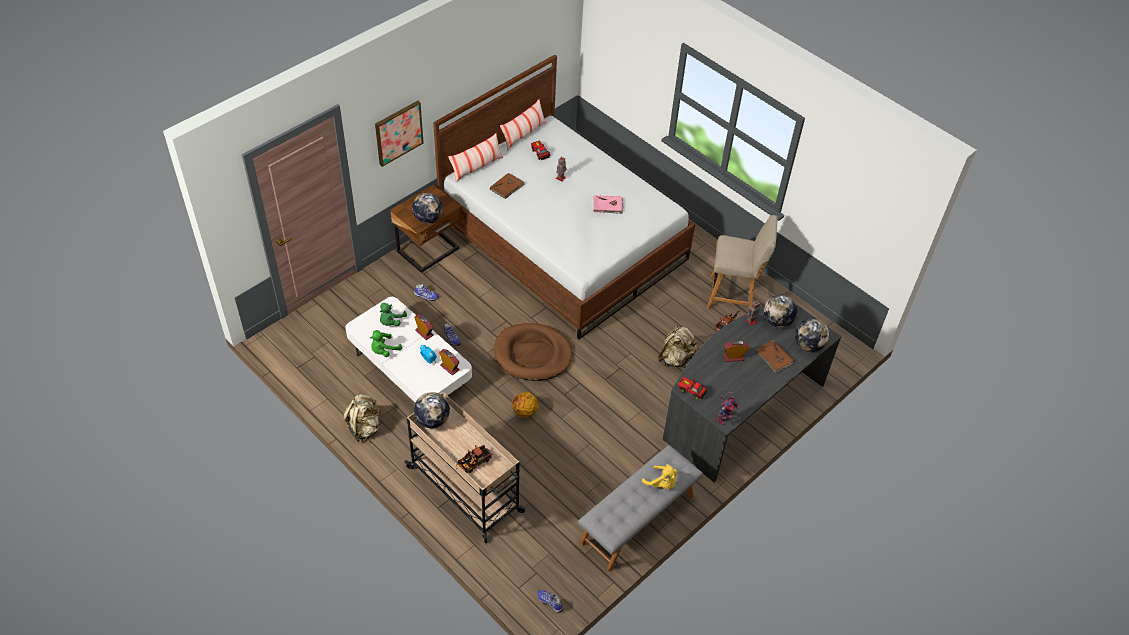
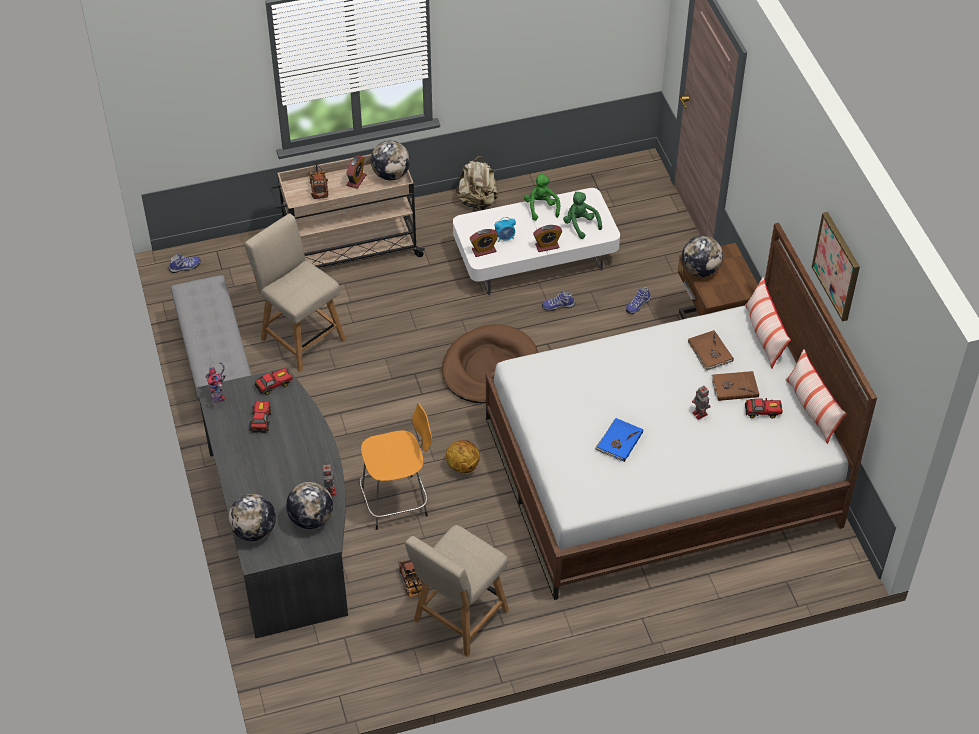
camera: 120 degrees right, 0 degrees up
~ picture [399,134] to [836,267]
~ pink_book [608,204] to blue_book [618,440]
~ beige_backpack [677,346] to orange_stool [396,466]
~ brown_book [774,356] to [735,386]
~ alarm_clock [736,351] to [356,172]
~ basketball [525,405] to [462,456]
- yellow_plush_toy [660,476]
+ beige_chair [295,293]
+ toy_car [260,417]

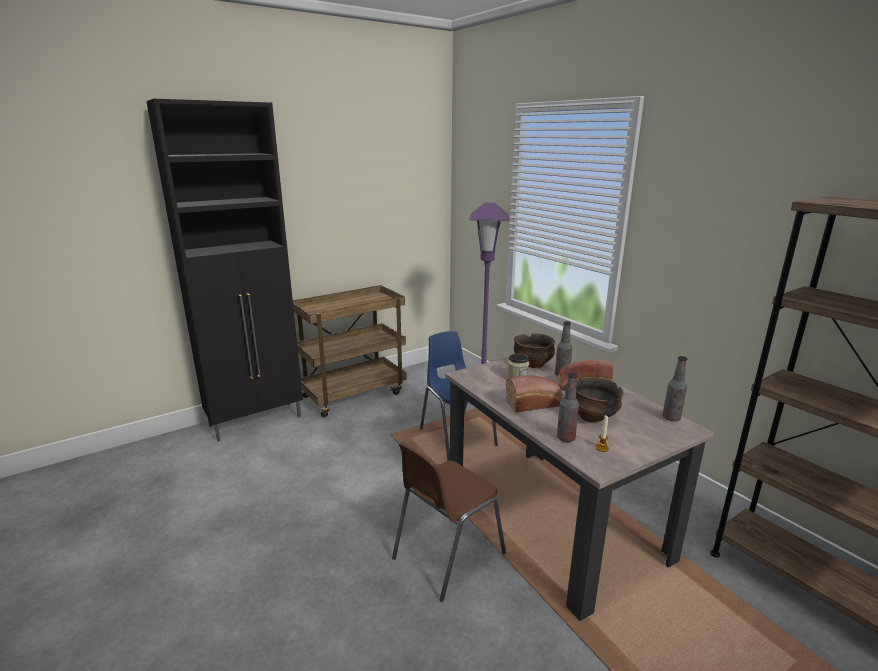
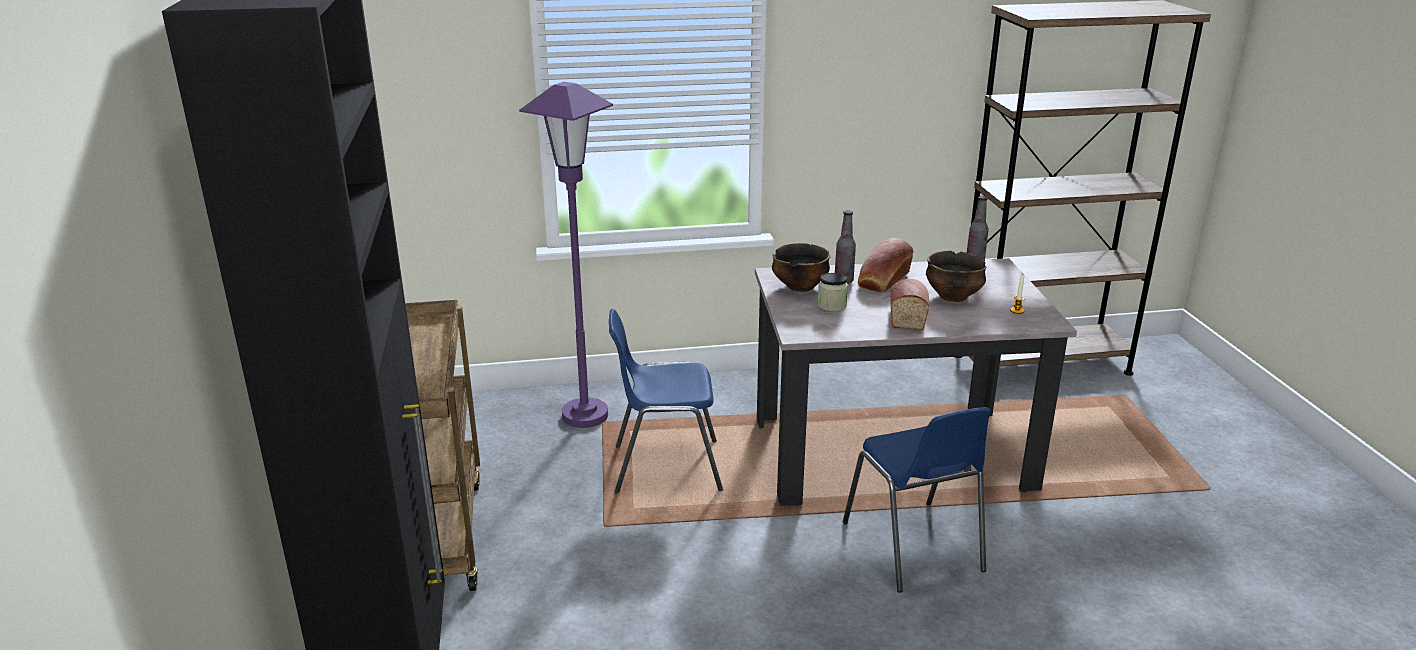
camera: 65 degrees left, 5 degrees up
- bottle [568,407]
~ brown_chair [449,522] to blue_chair [917,500]

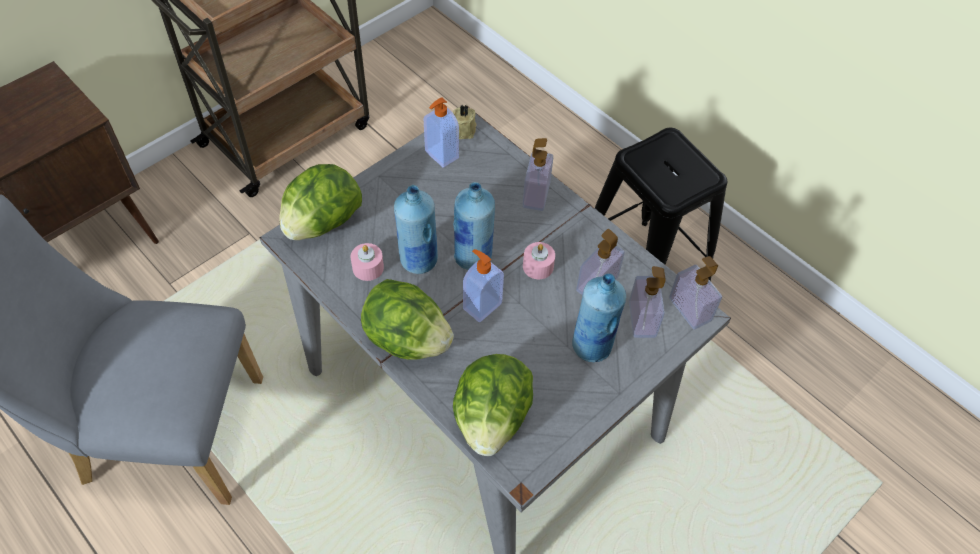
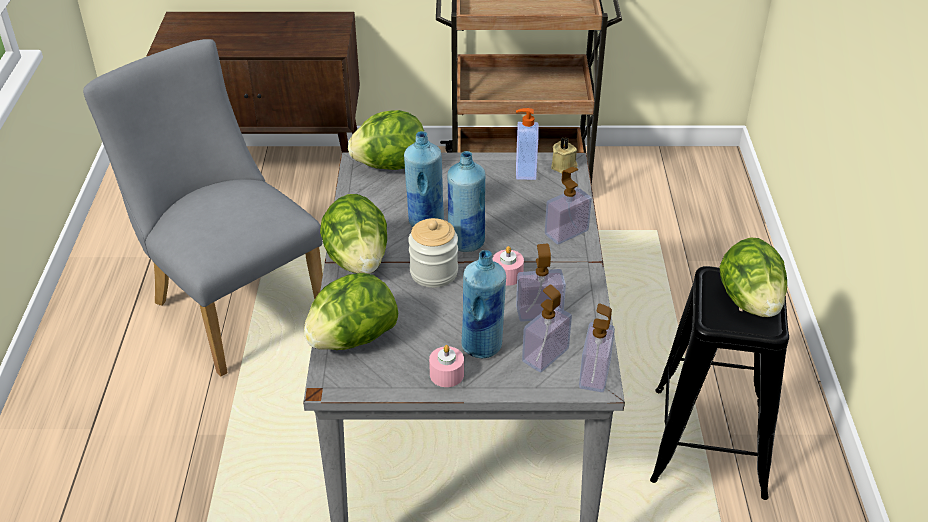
camera: 45 degrees right, 15 degrees down
~ pink_candle [367,262] to [446,366]
~ soap_dispenser [483,285] to jar [433,253]
+ lettuce [753,277]

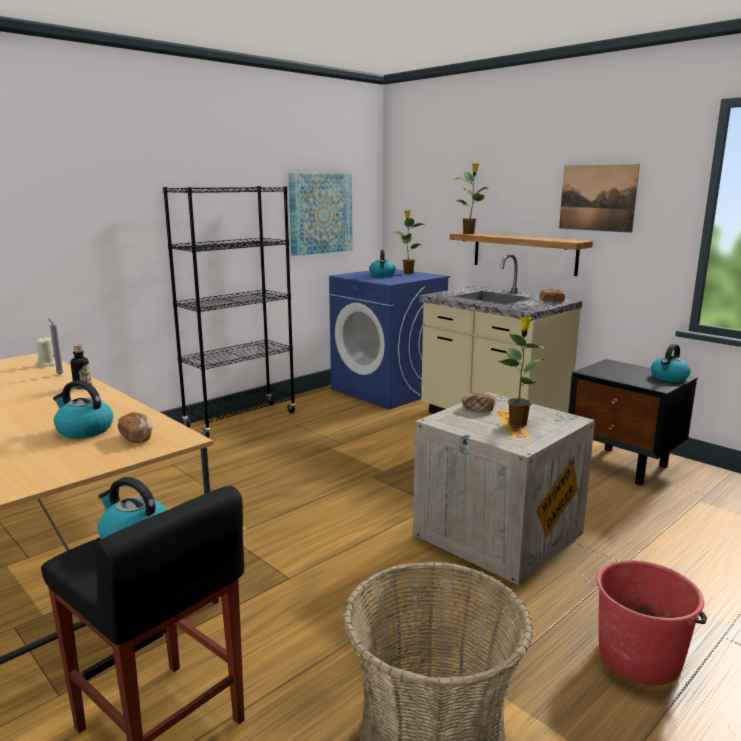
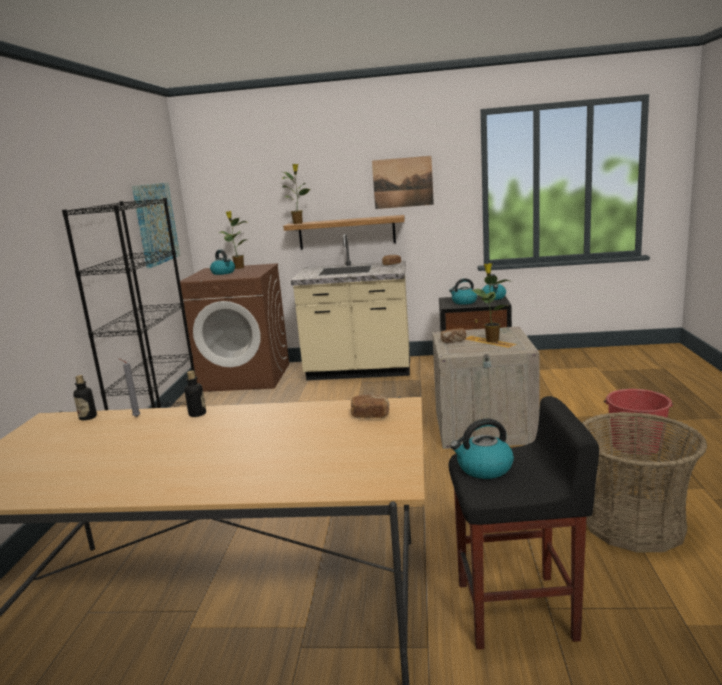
camera: 40 degrees left, 0 degrees up
~ blue_washing_machine [389,339] to brown_washing_machine [234,327]
~ beige_candle [45,352] to bottle [85,397]
~ kettle [83,409] to [463,291]

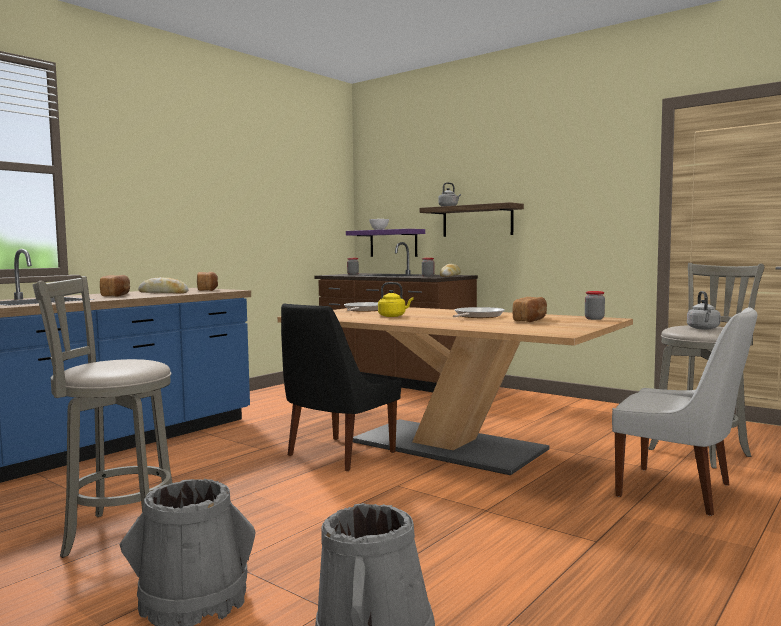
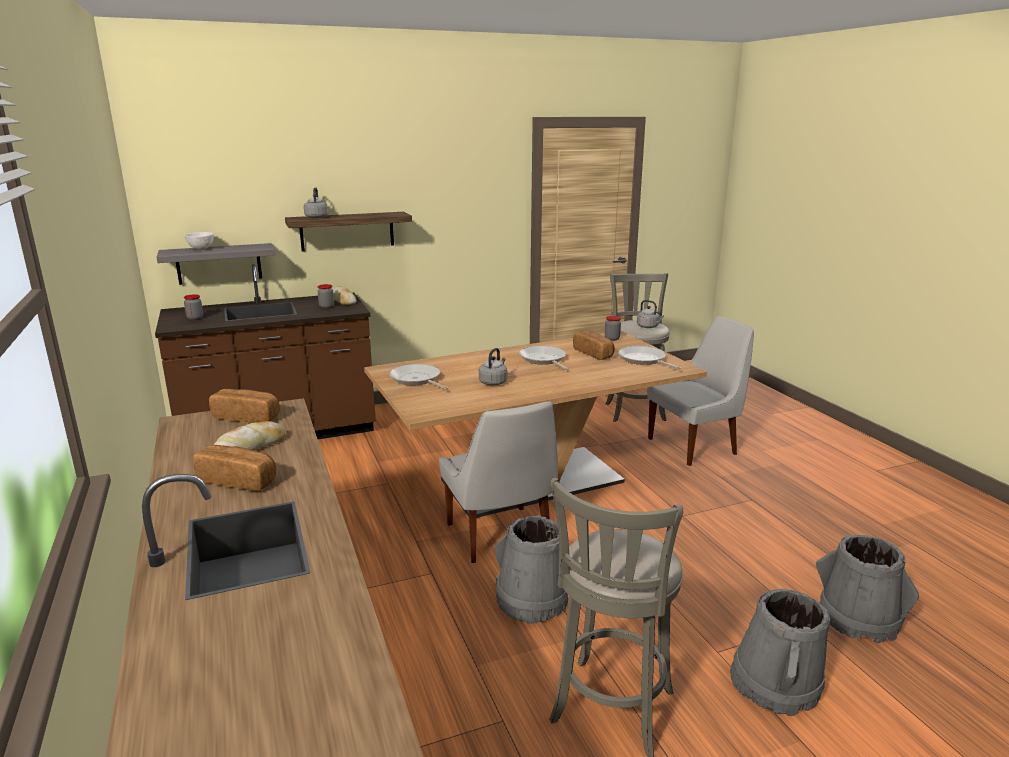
camera: 60 degrees left, 15 degrees up
~ purple_shelf [385,243] to grey_shelf [215,264]
~ yellow_kettle [396,299] to grey_kettle [493,366]
~ black_chair [341,387] to white_chair [498,482]
+ frying_pan [649,358]
+ grey_bucket [531,570]

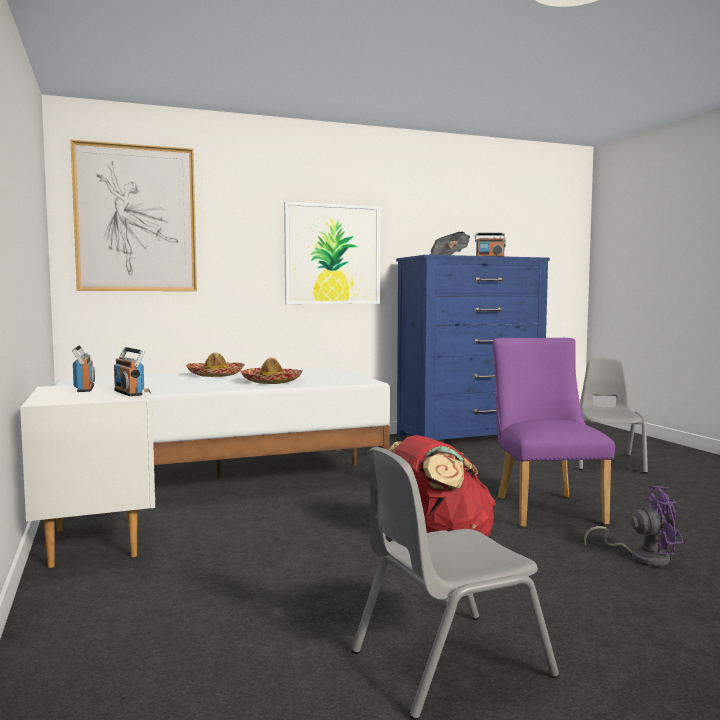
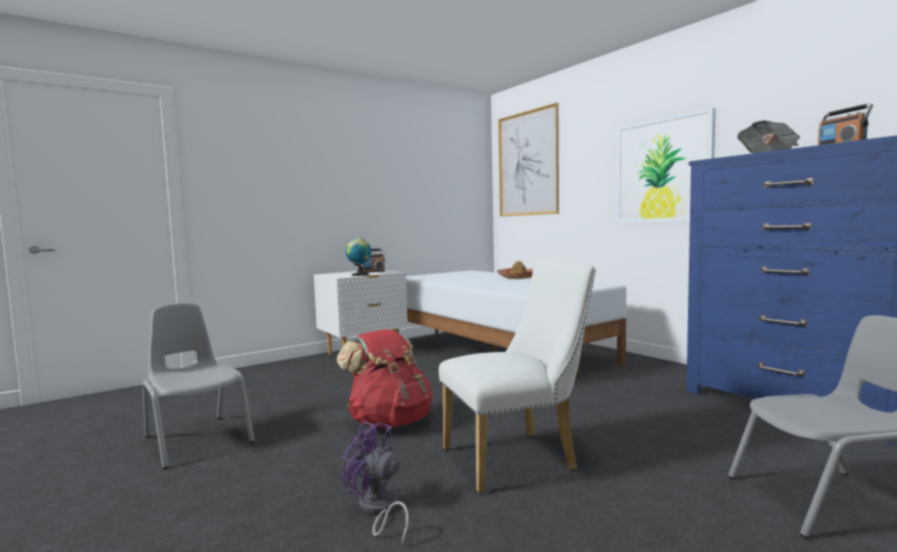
camera: 75 degrees right, 0 degrees up
~ purple_chair [554,432] to white_chair [517,376]
~ radio [129,371] to globe [359,257]
- hat [271,370]
~ purple_fan [633,526] = [375,482] 135 degrees clockwise

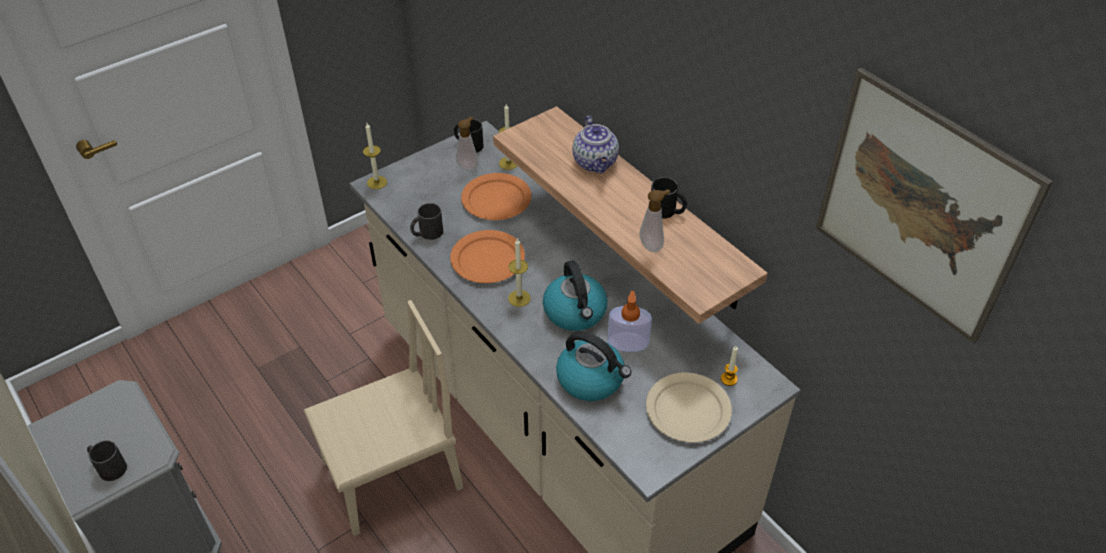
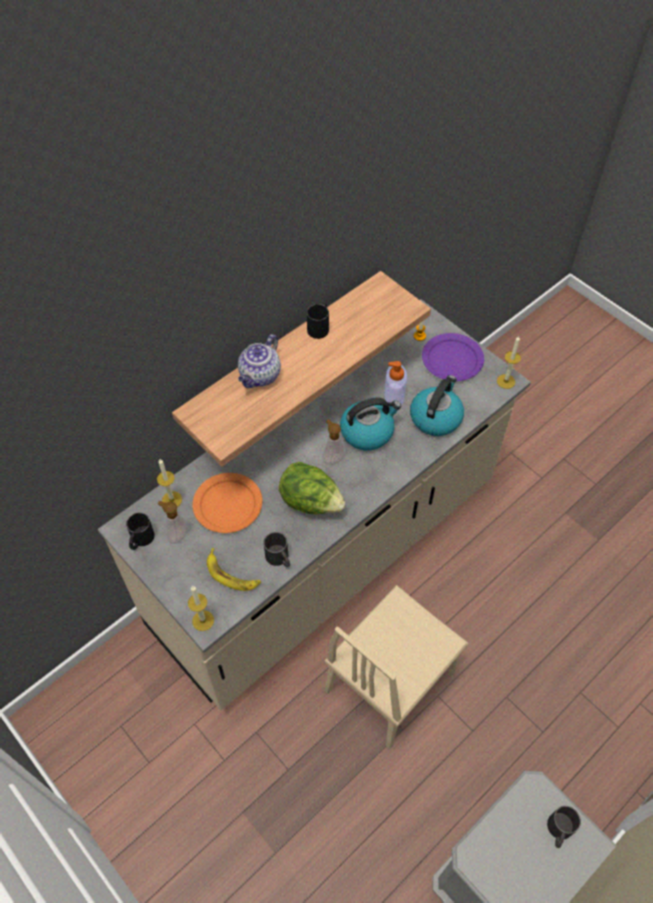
camera: 95 degrees left, 10 degrees up
- picture [934,205]
~ teapot [595,144] = [259,361] 135 degrees clockwise
~ soap_dispenser [654,220] to [334,442]
~ orange_plate [487,256] to lettuce [312,488]
~ candle [519,273] to [509,362]
~ beige_chair [383,418] = [397,667] 105 degrees counterclockwise
~ beige_plate [689,407] to purple_plate [453,357]
+ banana [234,569]

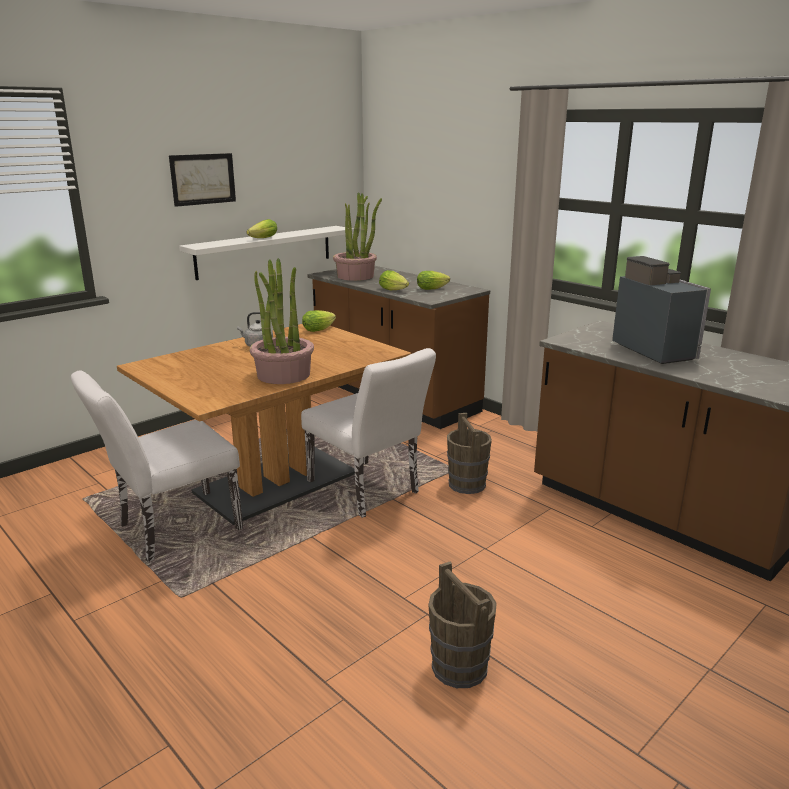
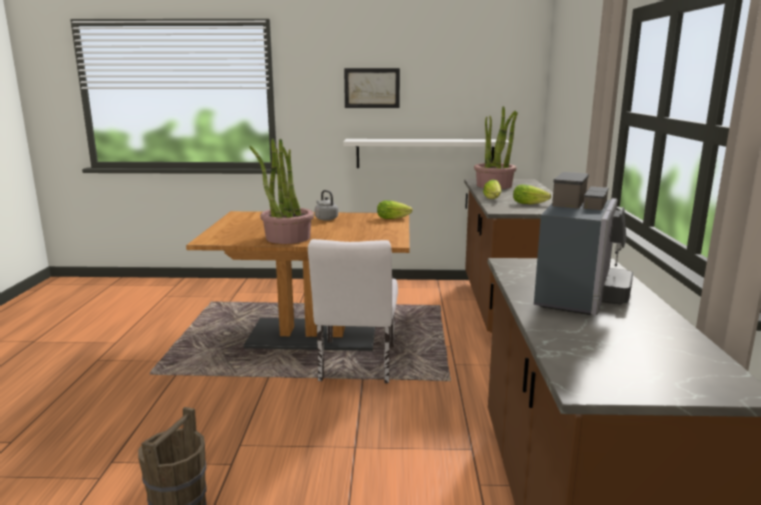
camera: 45 degrees right, 5 degrees down
- lettuce [261,228]
- white_chair [157,466]
- brown_bucket [469,453]

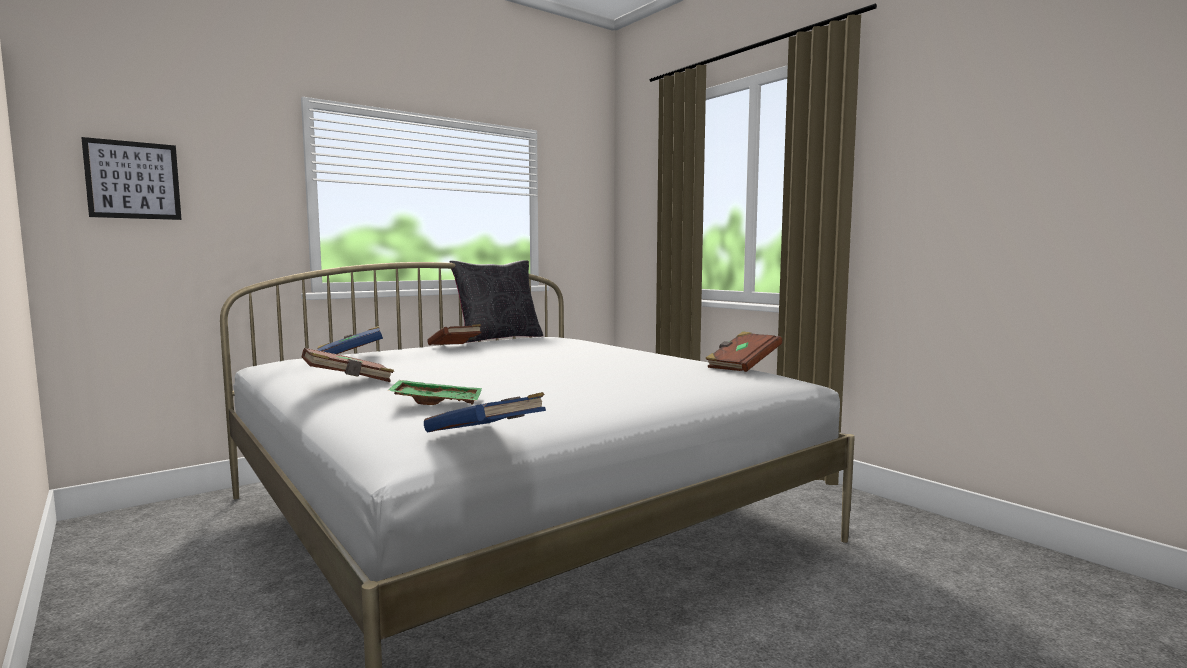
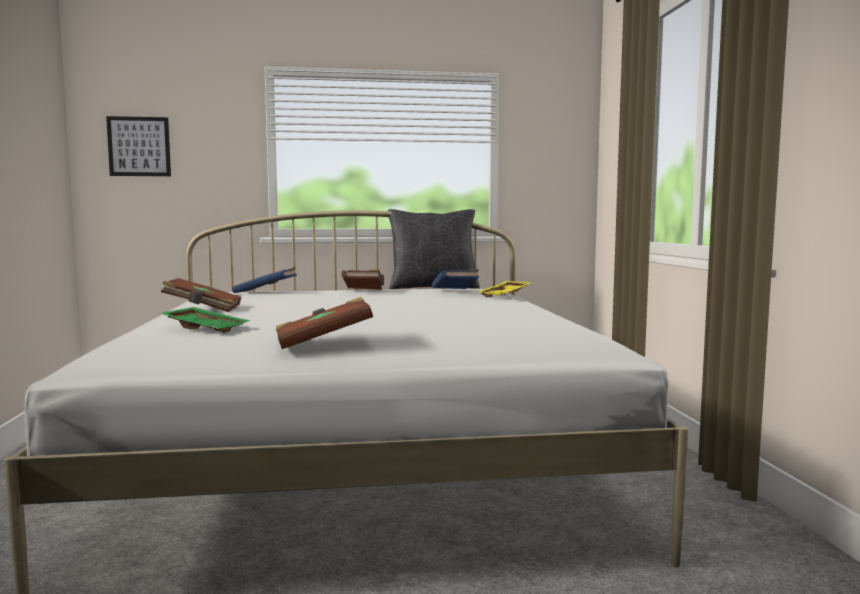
camera: 30 degrees right, 0 degrees up
~ brown_book [744,351] to [324,323]
~ blue_book [485,412] to [455,279]
+ yellow_tray [505,289]

